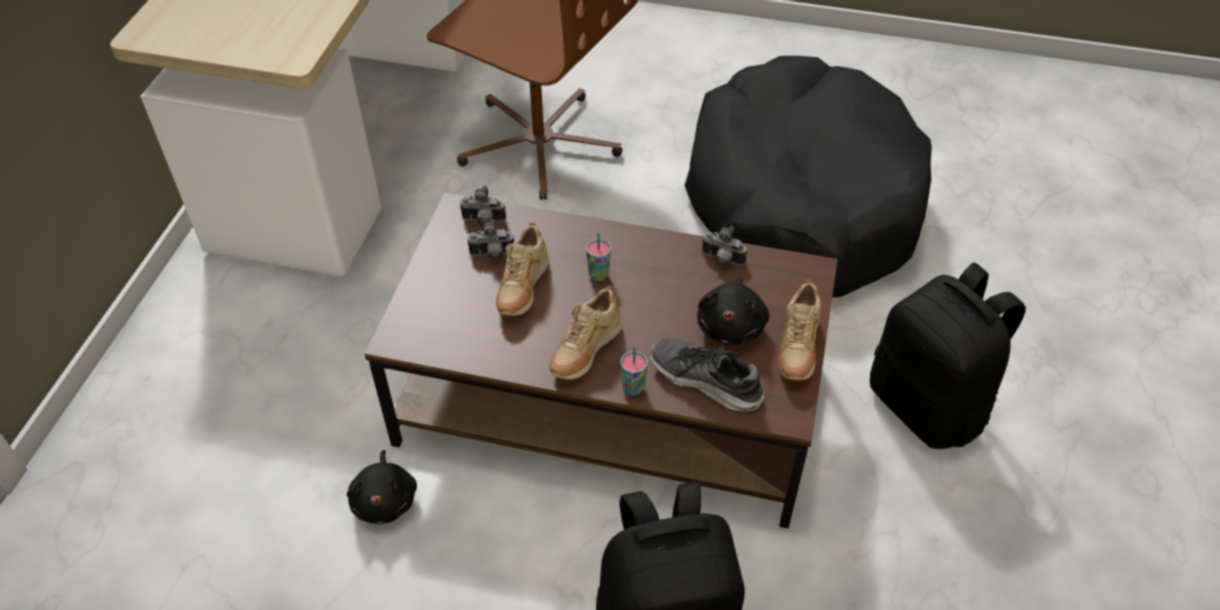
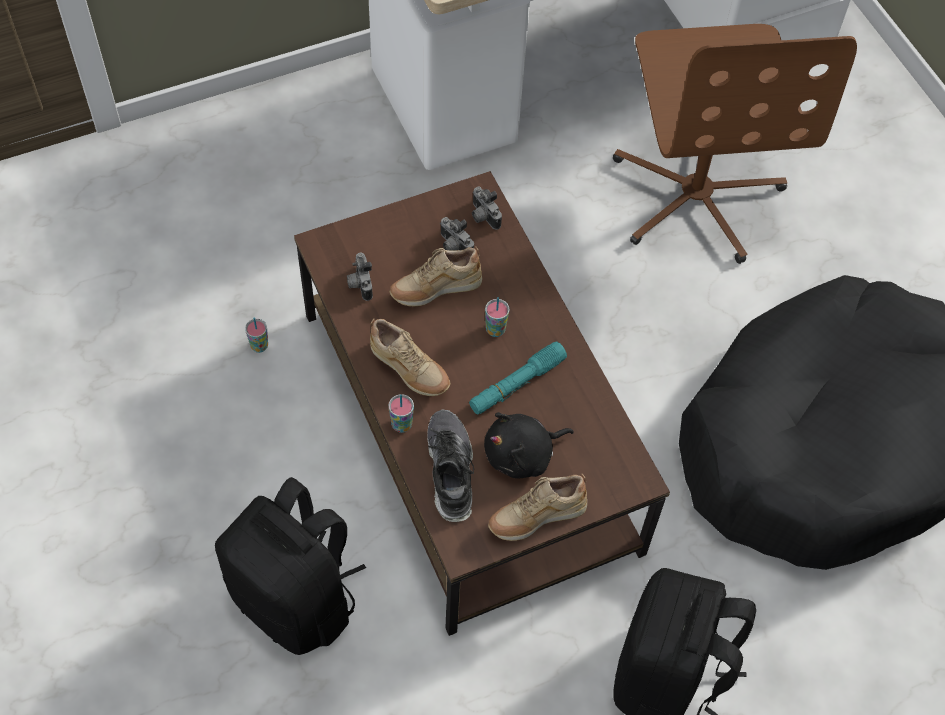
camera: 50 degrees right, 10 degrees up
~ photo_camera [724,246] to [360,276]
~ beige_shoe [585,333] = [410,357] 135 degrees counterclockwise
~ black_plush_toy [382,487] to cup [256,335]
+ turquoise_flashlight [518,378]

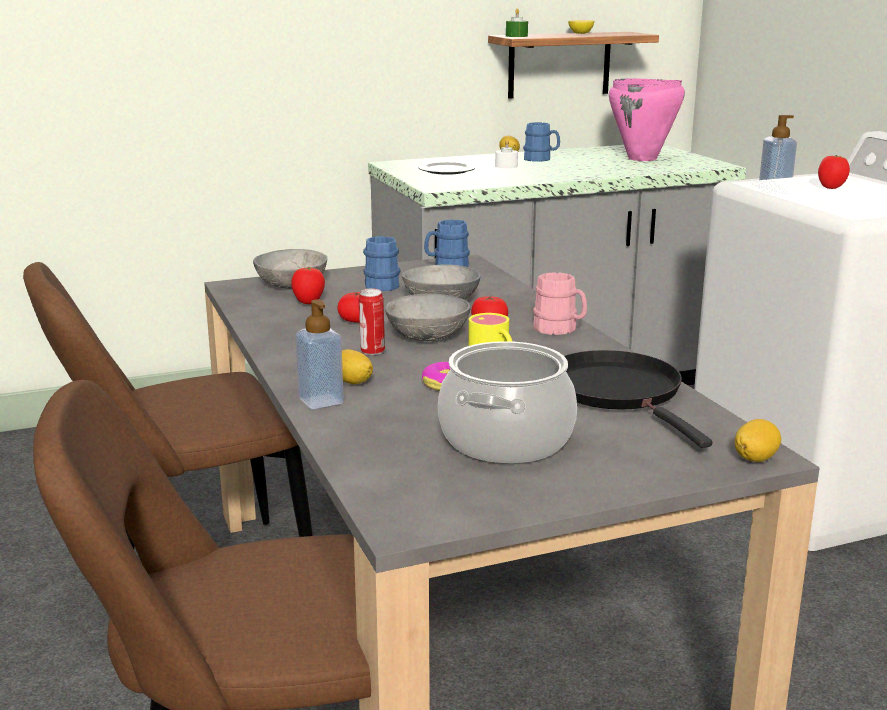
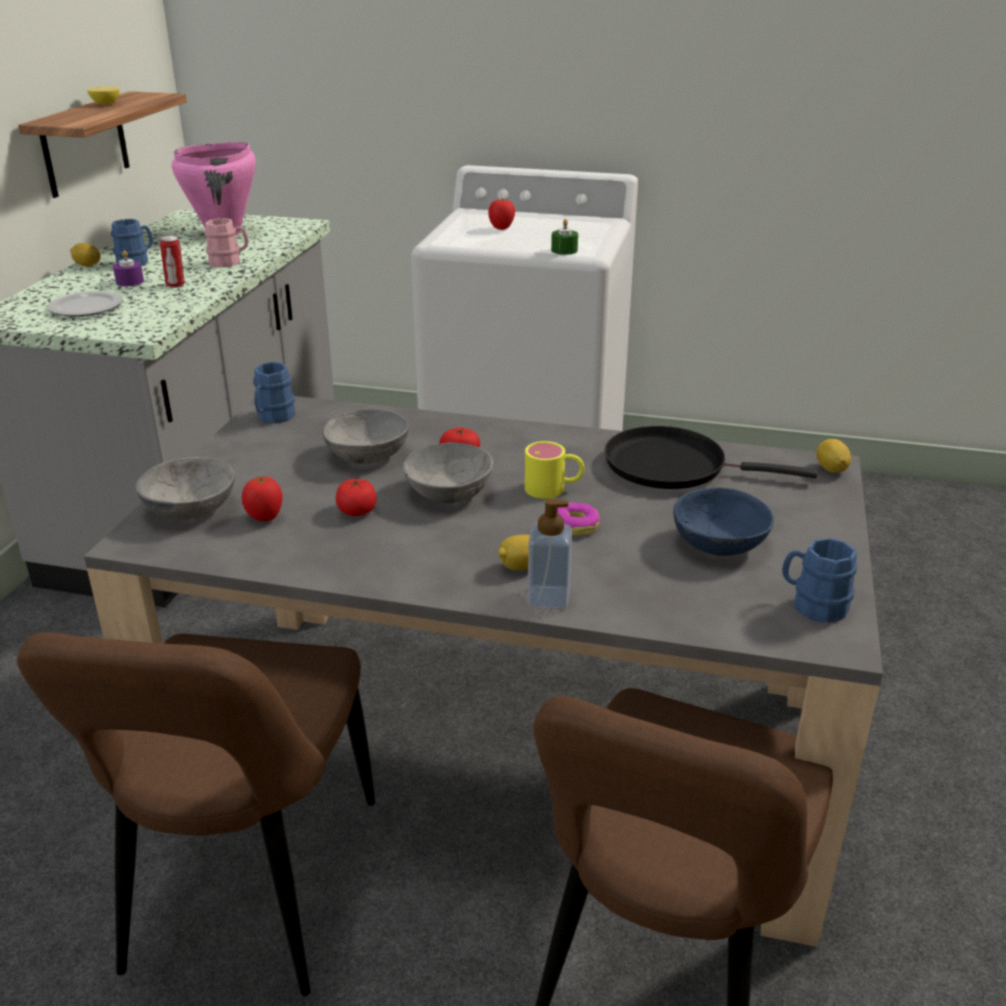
camera: 55 degrees left, 10 degrees up
~ green_candle [517,22] to [564,237]
- soap_dispenser [778,154]
~ white_candle [506,154] to purple_candle [128,268]
~ blue_mug [382,263] to [819,580]
~ pink_mug [560,303] to [226,242]
~ can [371,321] to [172,261]
~ cooking_pot [507,402] to blue_bowl [723,522]

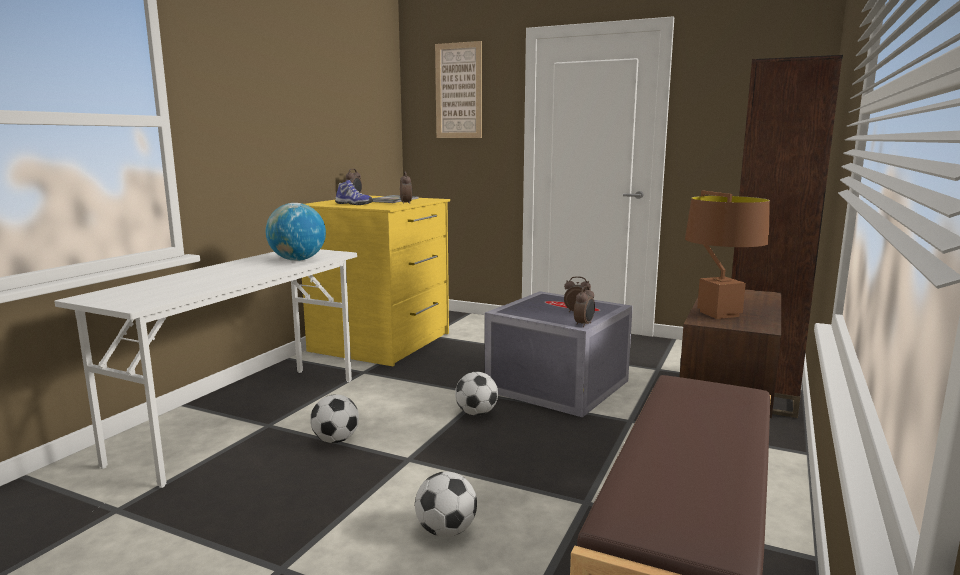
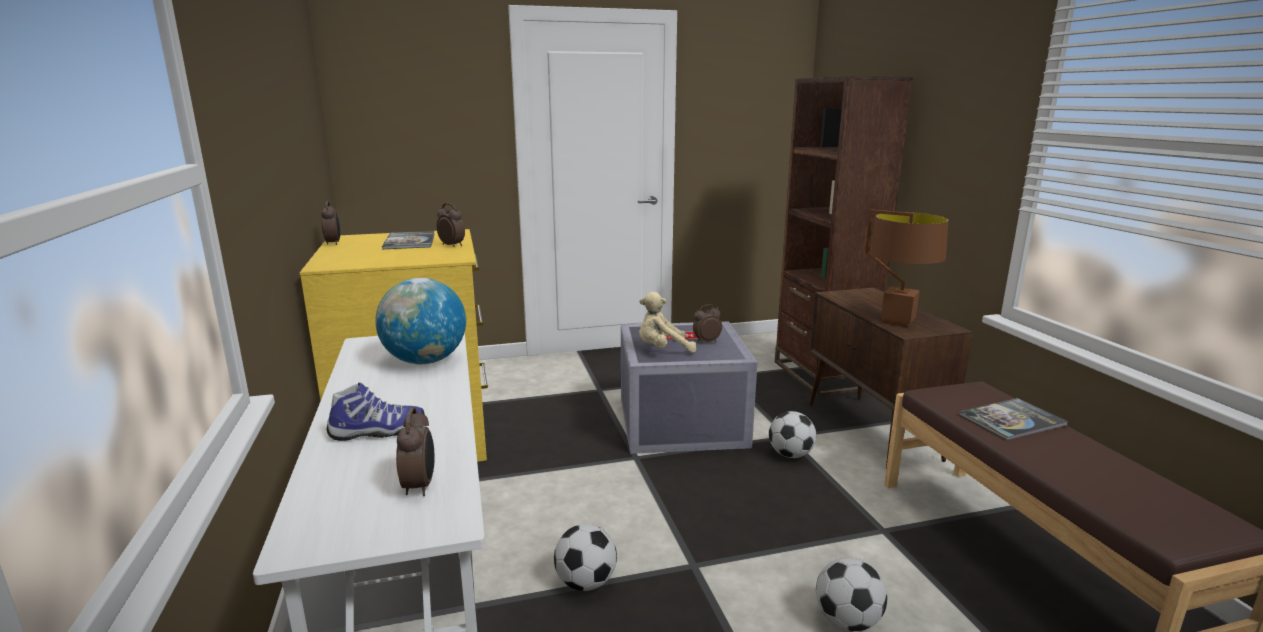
camera: 40 degrees left, 5 degrees up
- picture [458,89]
~ shoe [354,192] to [375,412]
~ alarm_clock [584,306] to [415,451]
~ football [476,394] to [792,434]
+ beige_plush_toy [667,322]
+ book [1014,419]

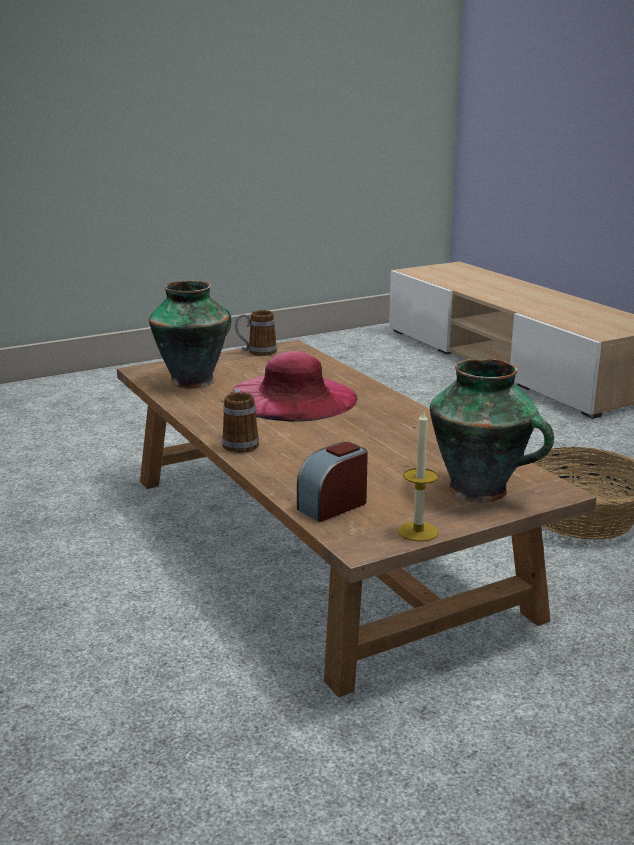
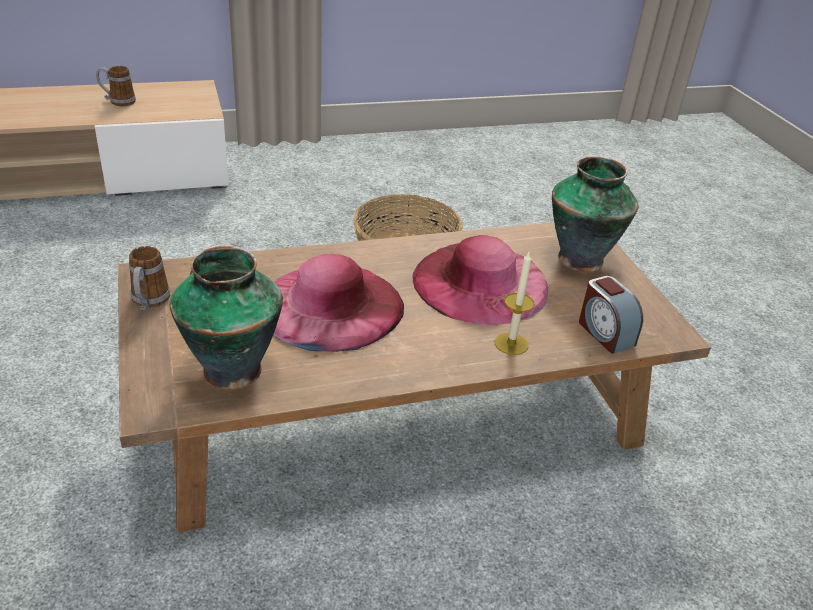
camera: 80 degrees left, 15 degrees up
~ mug [240,420] to [116,86]
~ candle [418,475] to [514,303]
+ pink_hat [480,280]

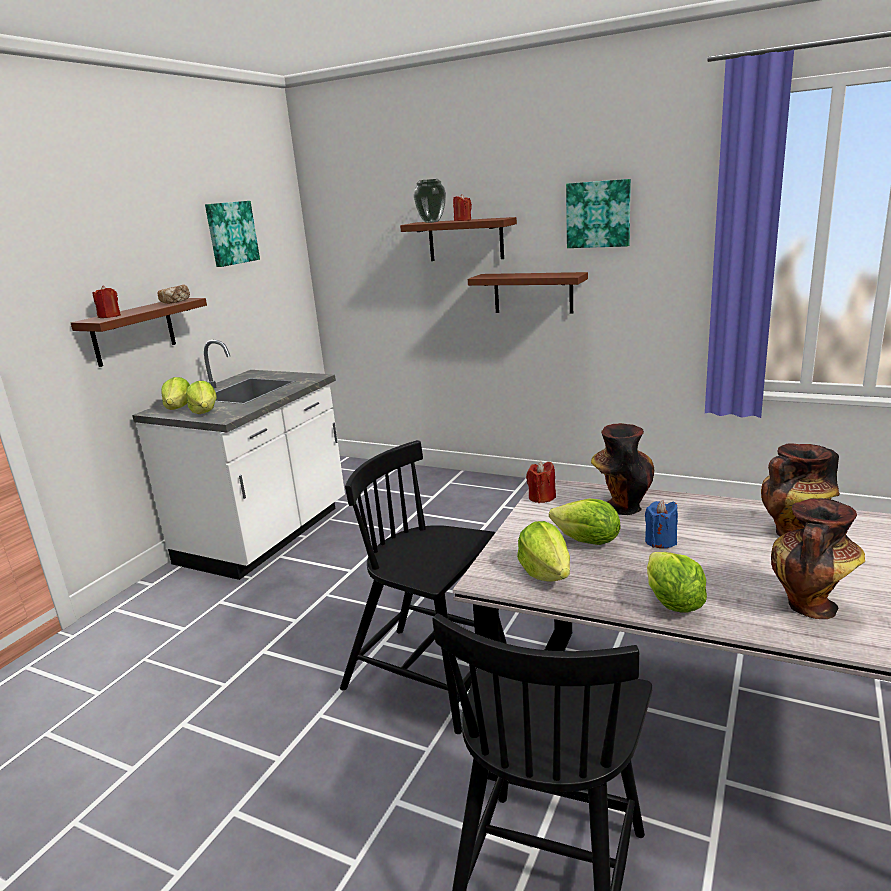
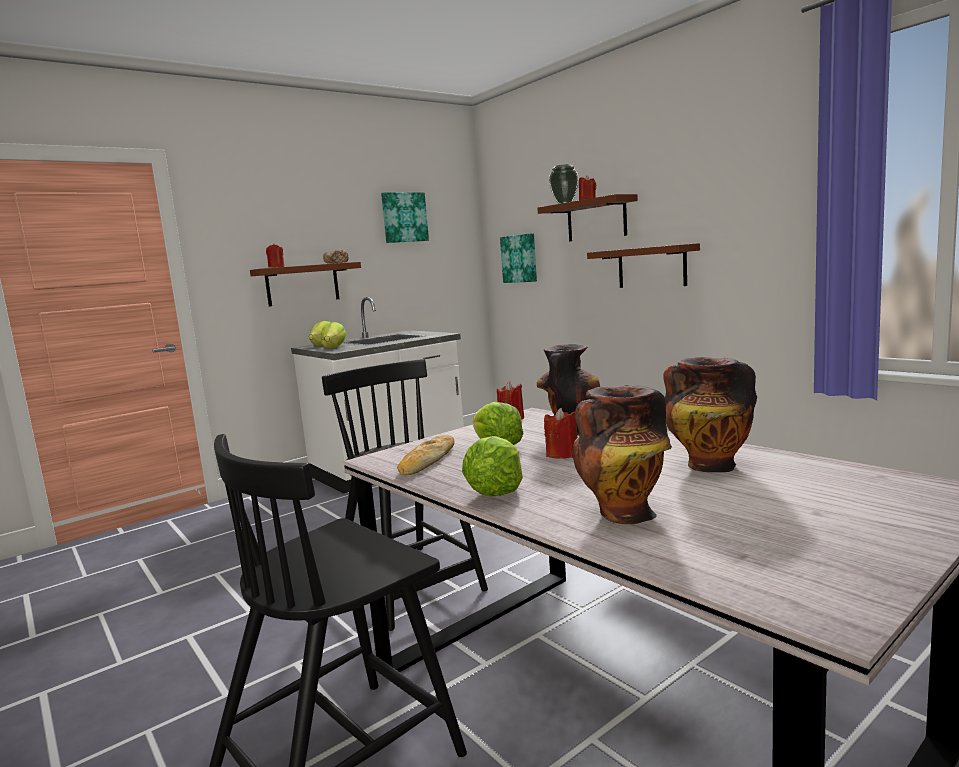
camera: 25 degrees right, 10 degrees down
~ picture [598,213] to [518,258]
~ blue_candle [661,524] to red_candle [560,433]
~ lettuce [543,551] to bread [425,455]

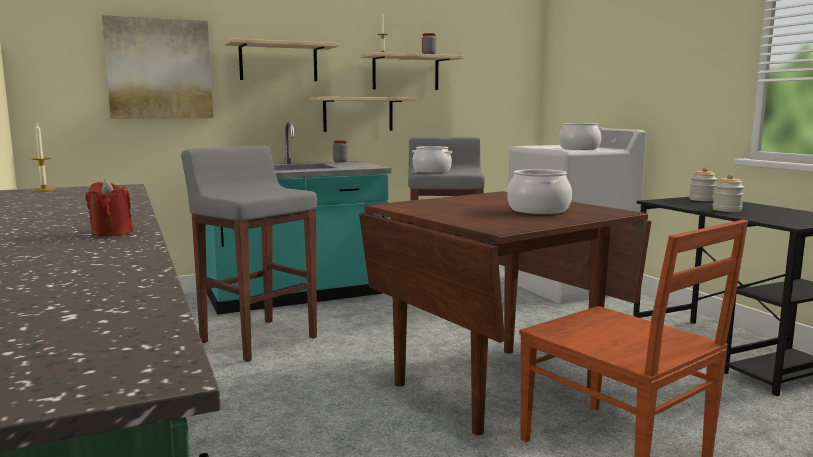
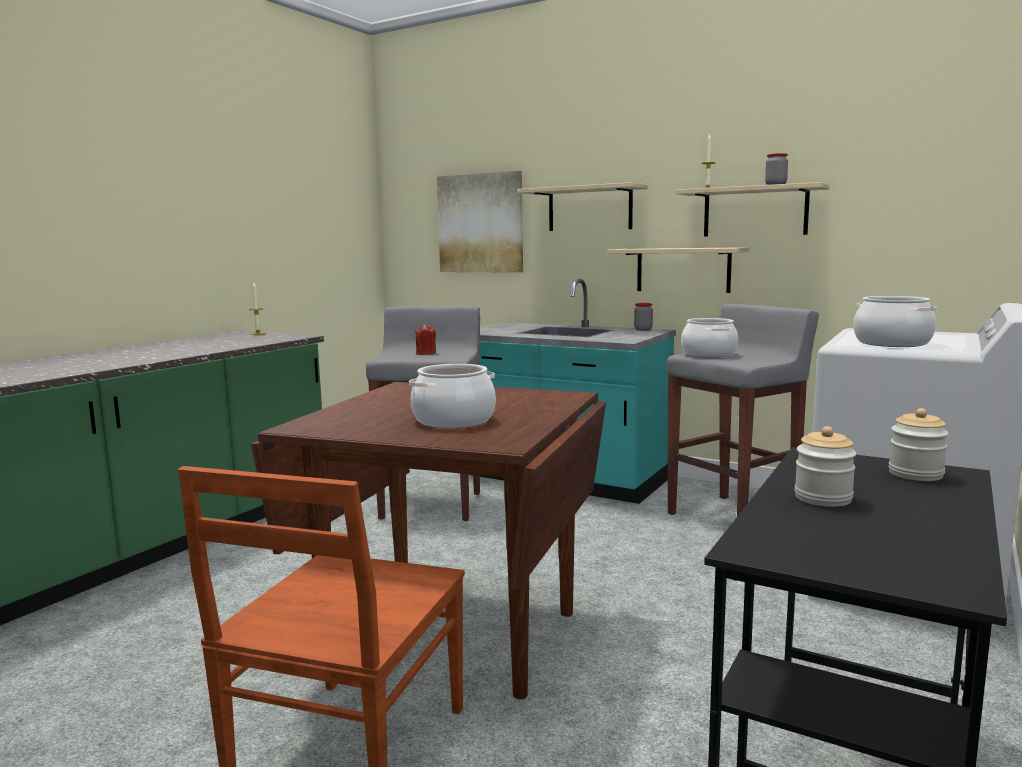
camera: 55 degrees right, 0 degrees up
~ red_candle [109,207] to [425,339]

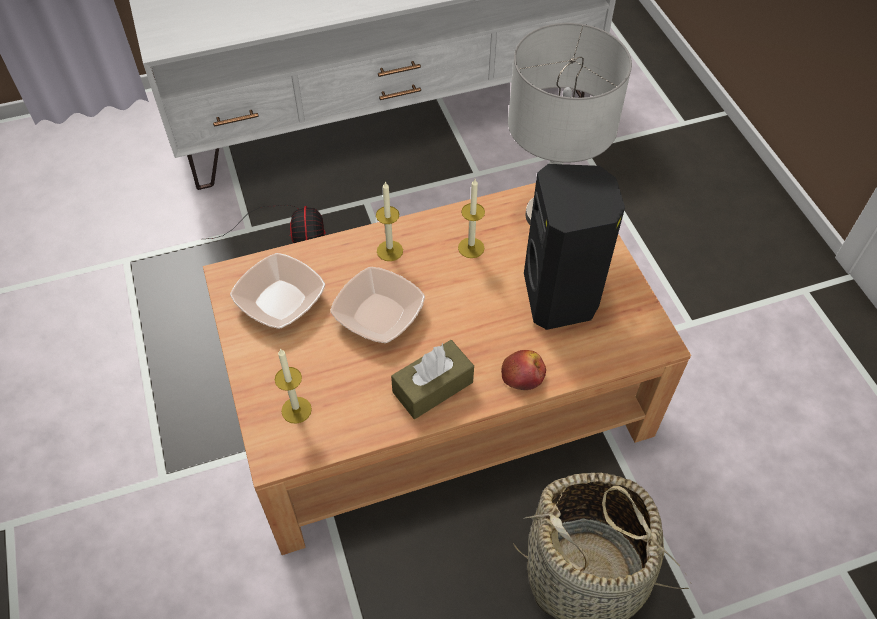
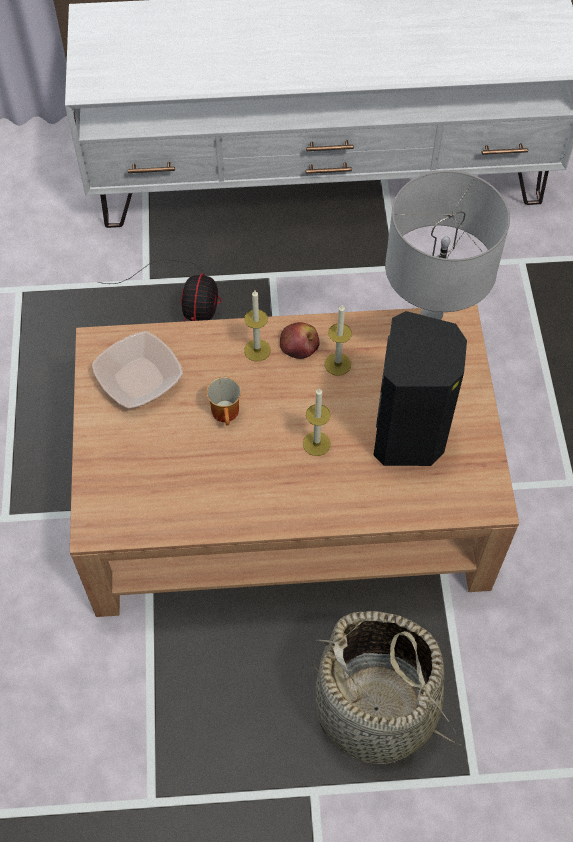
camera: 15 degrees right, 5 degrees up
~ bowl [377,305] to mug [223,401]
- brown_tissue_box [432,379]
~ candle [293,386] to [317,422]
~ apple [523,370] to [300,340]

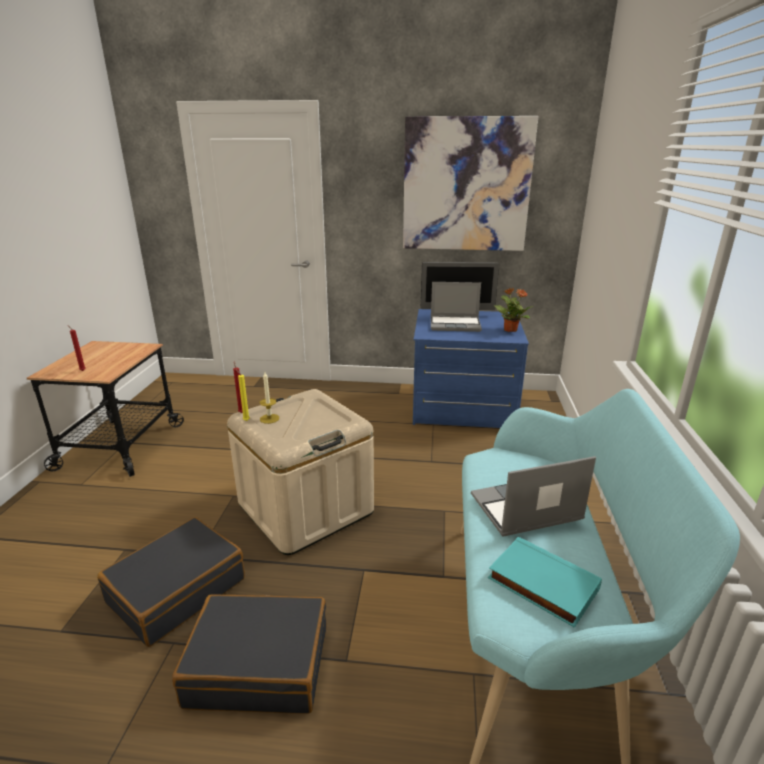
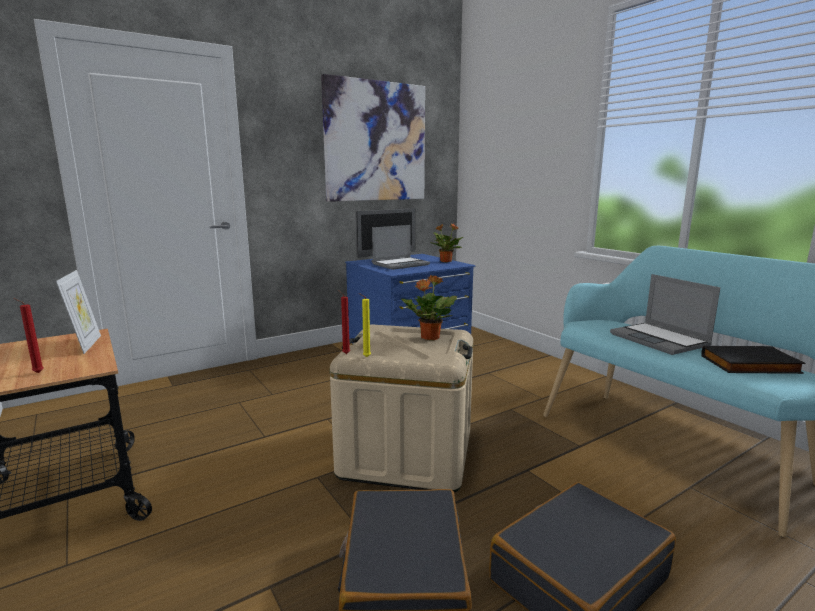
camera: 40 degrees left, 10 degrees down
- candle [269,398]
~ laptop [533,496] = [665,314] 60 degrees counterclockwise
~ turquoise_book [545,582] to black_book [753,360]
+ picture_frame [78,312]
+ potted_plant [429,307]

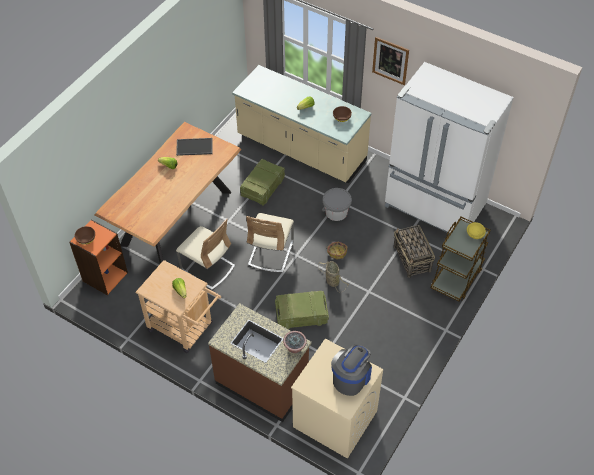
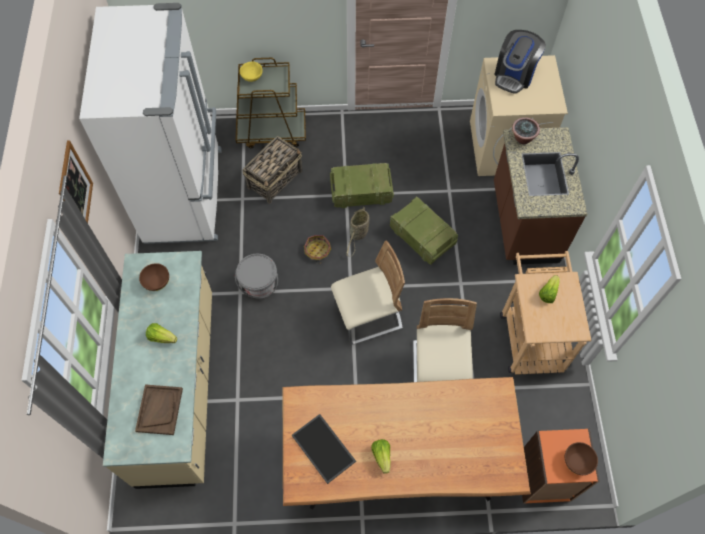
camera: 125 degrees left, 10 degrees up
~ crate [262,182] to [362,185]
~ coffee_machine [351,370] = [520,62] 60 degrees counterclockwise
+ brown_tray [159,409]

